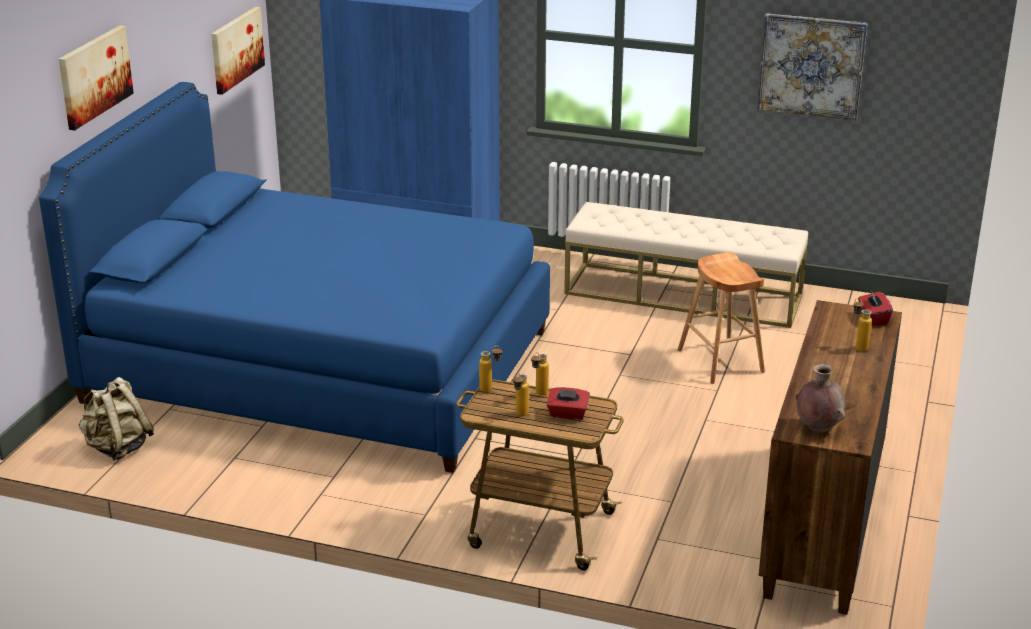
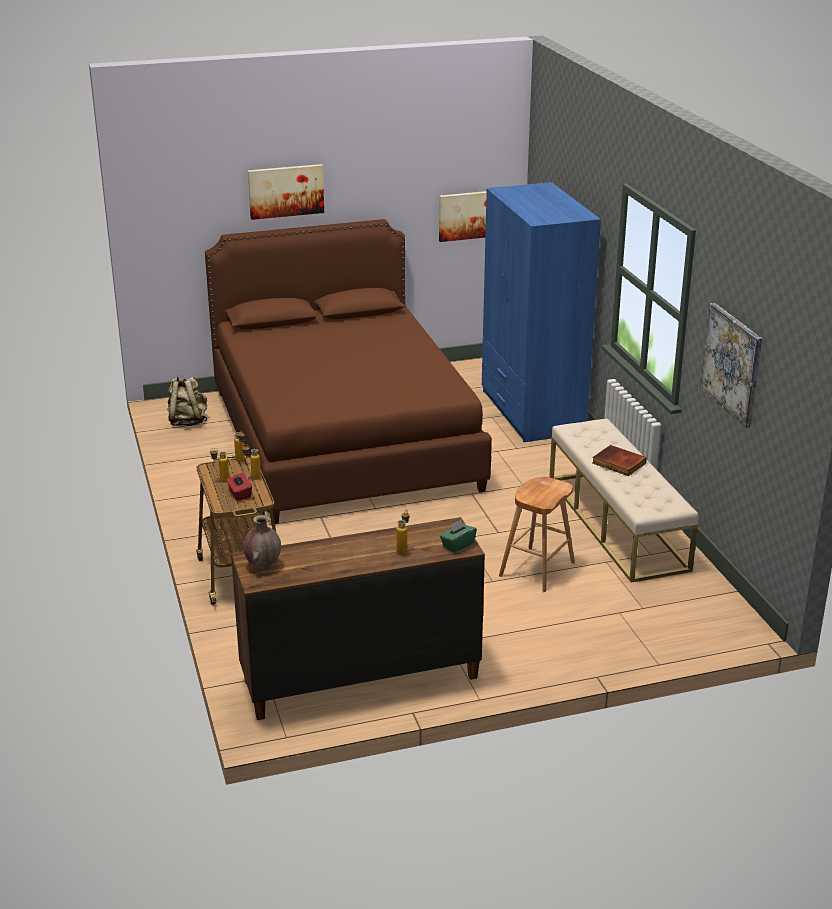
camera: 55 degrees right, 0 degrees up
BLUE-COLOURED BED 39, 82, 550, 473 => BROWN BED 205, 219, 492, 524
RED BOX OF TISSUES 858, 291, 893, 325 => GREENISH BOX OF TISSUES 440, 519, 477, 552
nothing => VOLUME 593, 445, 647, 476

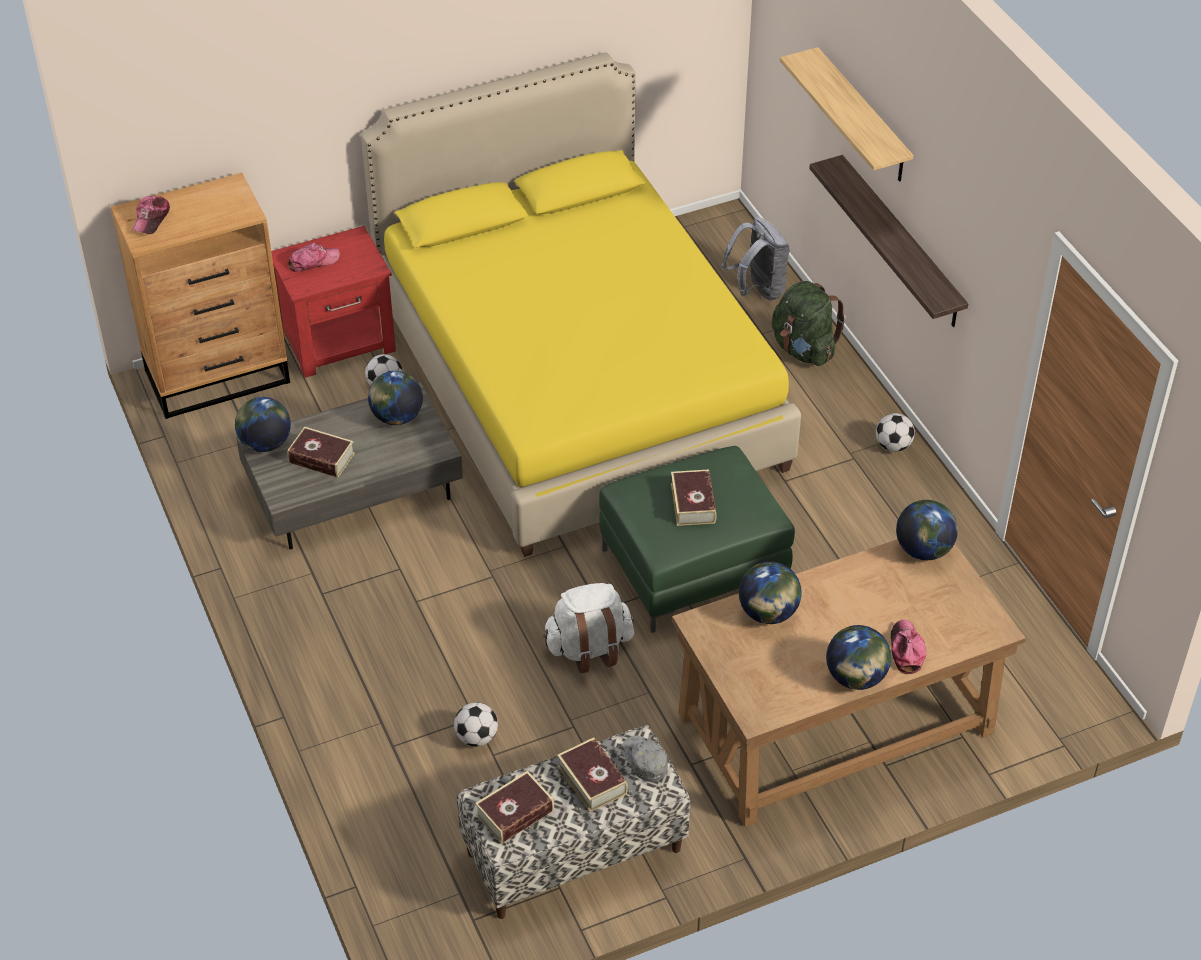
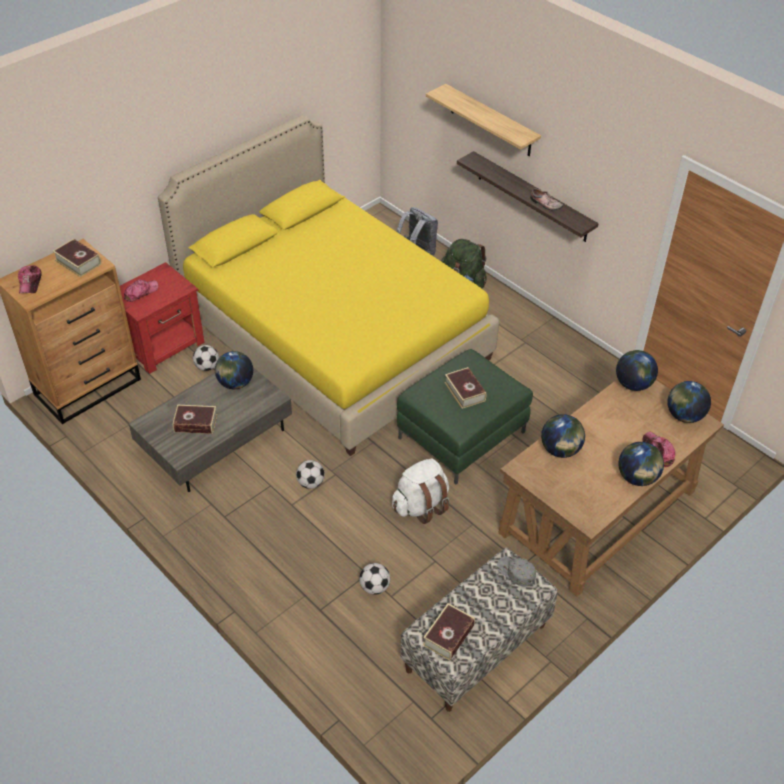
camera: 20 degrees left, 0 degrees up
GLOBE 235, 397, 291, 452 => GLOBE 667, 381, 711, 423, moved
VOLUME 557, 738, 628, 812 => VOLUME 53, 239, 101, 277, moved
BALL FOR FOOTBALL 876, 413, 915, 452 => BALL FOR FOOTBALL 296, 460, 325, 489, moved
nothing => ITEM OF FOOTWEAR 530, 188, 563, 211

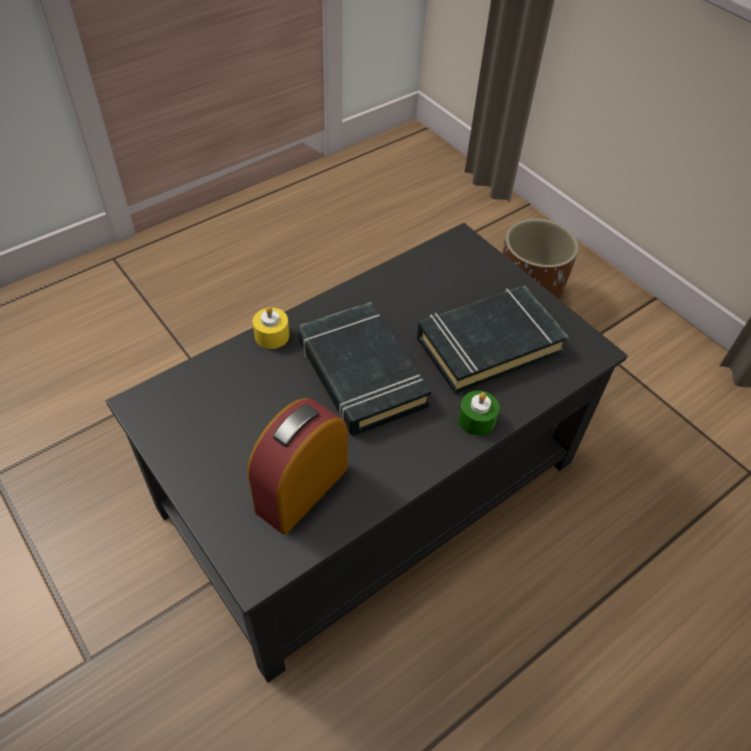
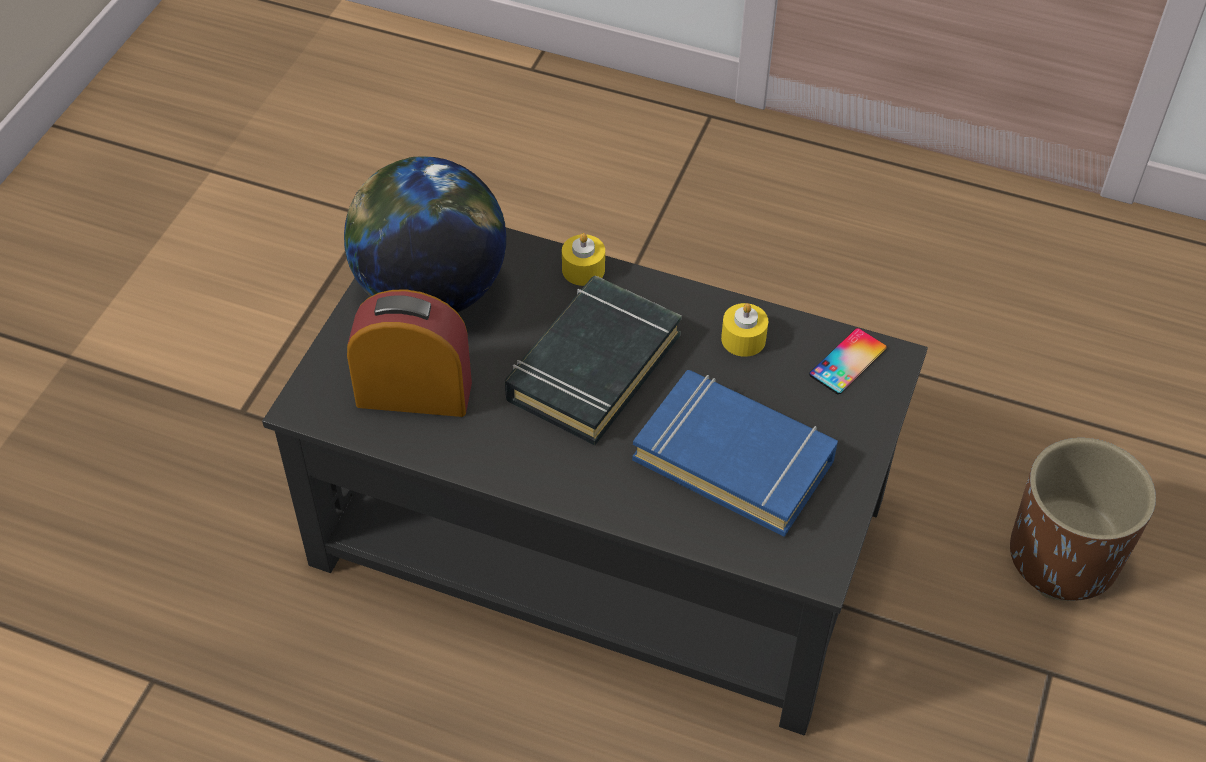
camera: 60 degrees right, 0 degrees up
BLACKISH VOLUME 417, 286, 568, 394 => BLUE-COLOURED VOLUME 632, 370, 838, 537
GREENISH WAX LIGHT 458, 391, 499, 436 => nothing
nothing => GLOBE 344, 157, 506, 312
nothing => YELLOW-COLOURED WAX LIGHT 721, 303, 768, 357
nothing => PHONE 809, 328, 887, 394

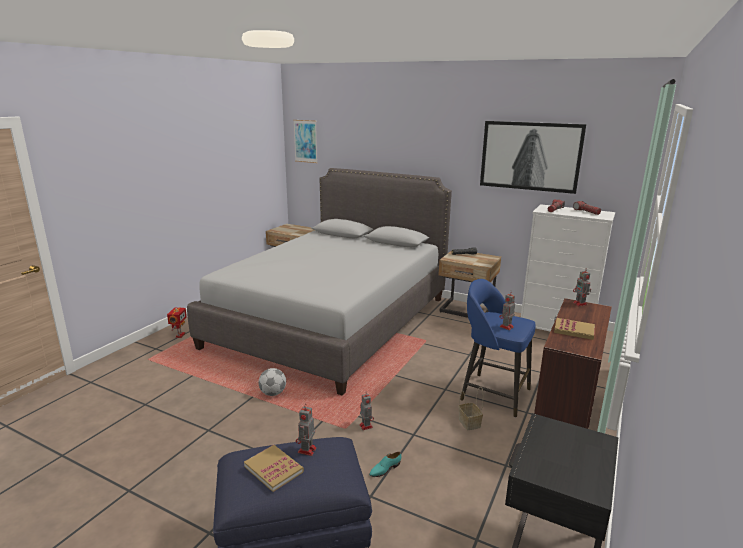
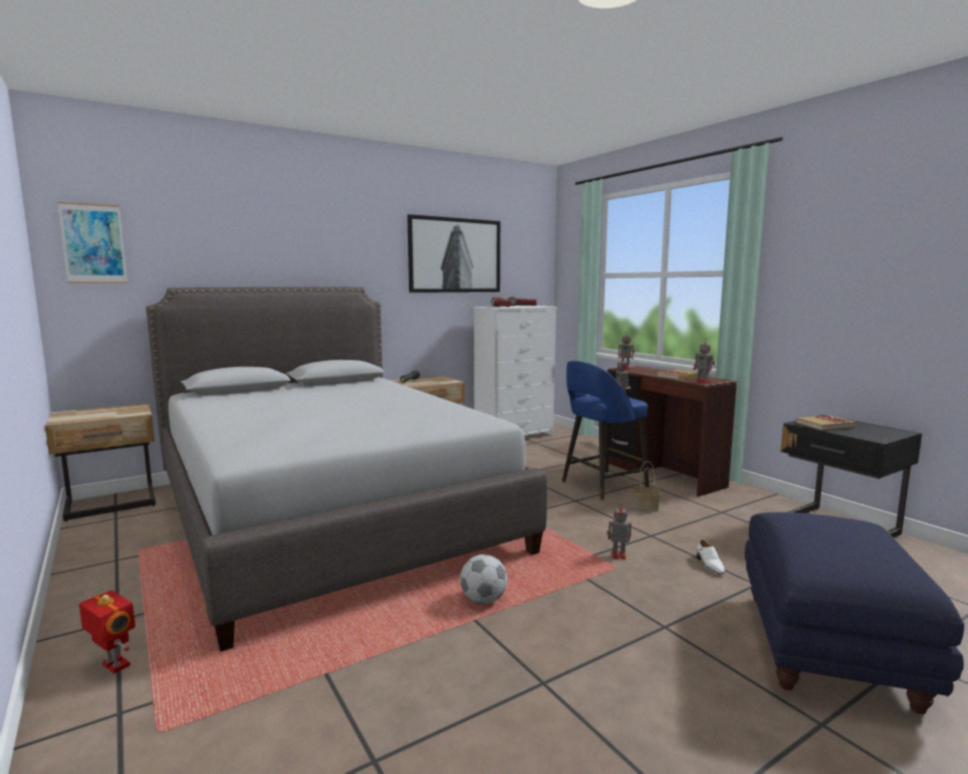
camera: 60 degrees left, 10 degrees down
VOLUME 244, 445, 304, 492 => VOLUME 796, 415, 856, 431, moved
ROBOT FIGURE 296, 407, 317, 456 => ROBOT FIGURE 693, 340, 715, 383, moved
TURQUOISE-COLOURED ITEM OF FOOTWEAR 369, 452, 401, 477 => WHITE ITEM OF FOOTWEAR 696, 540, 725, 575

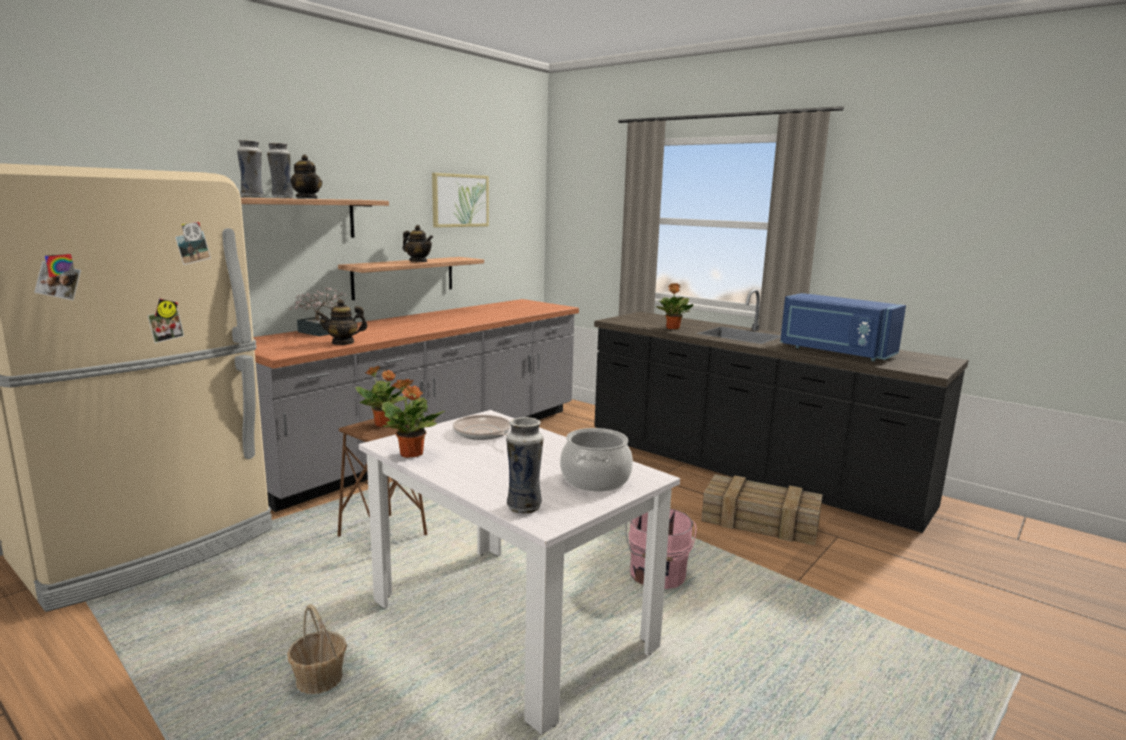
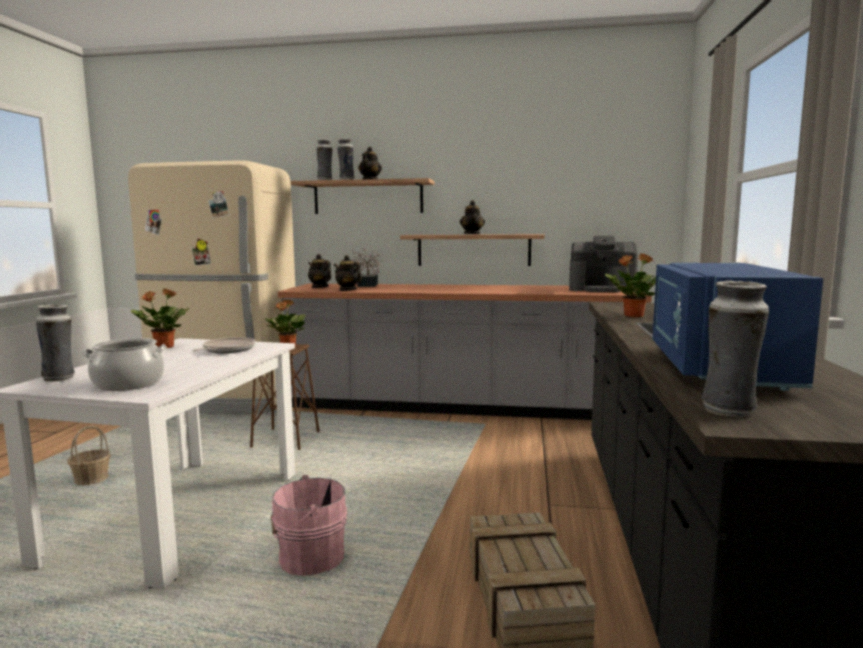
camera: 60 degrees right, 5 degrees down
WALL PICTURE 432, 173, 489, 227 => nothing
nothing => TEA POT 308, 254, 331, 288
nothing => COFFEE BREWER 569, 236, 638, 292
nothing => FLOWER VASE 702, 280, 769, 417

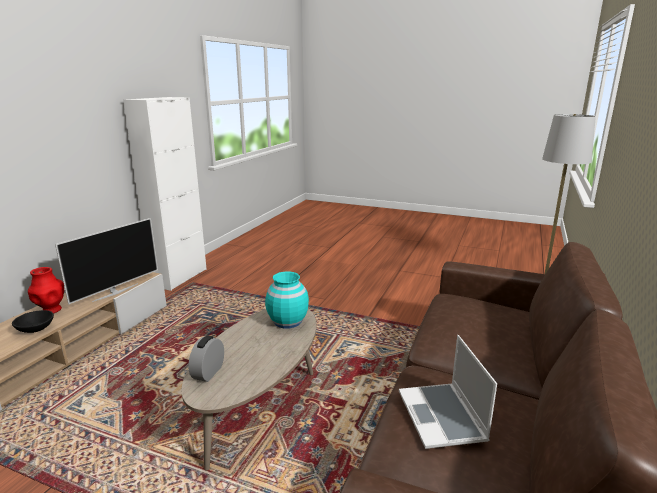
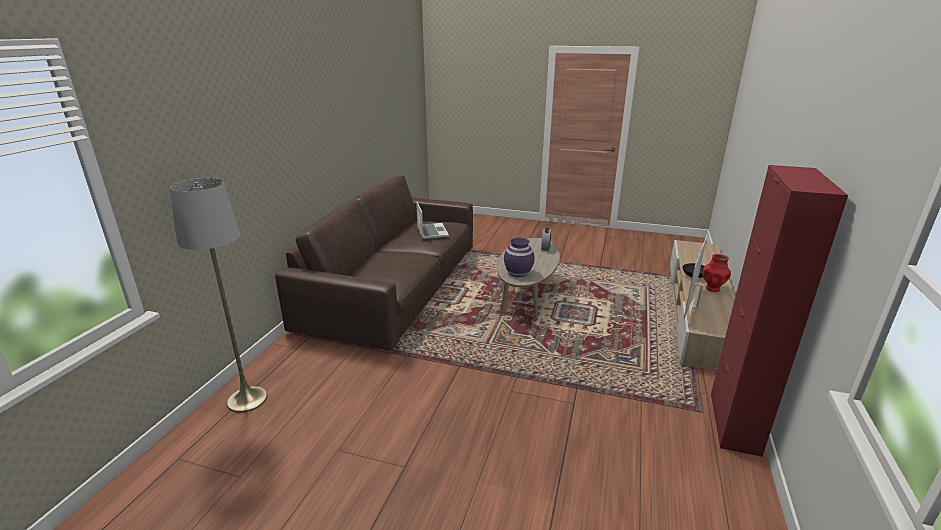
camera: 175 degrees right, 5 degrees up
WHITE CUPBOARD 123, 97, 207, 291 => RED CUPBOARD 711, 165, 848, 457
TURQUOISE-COLOURED FLOWER VASE 265, 272, 309, 328 => PURPLISH FLOWER VASE 504, 238, 534, 277

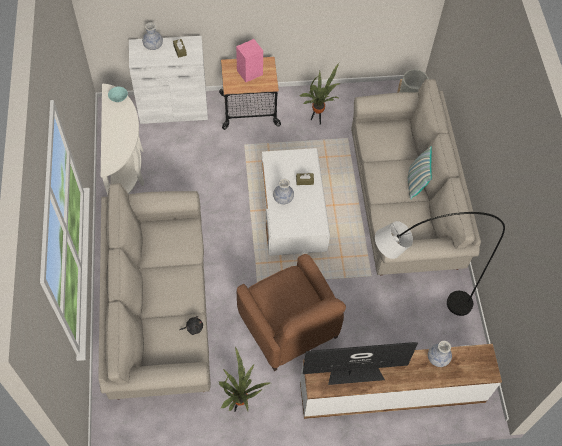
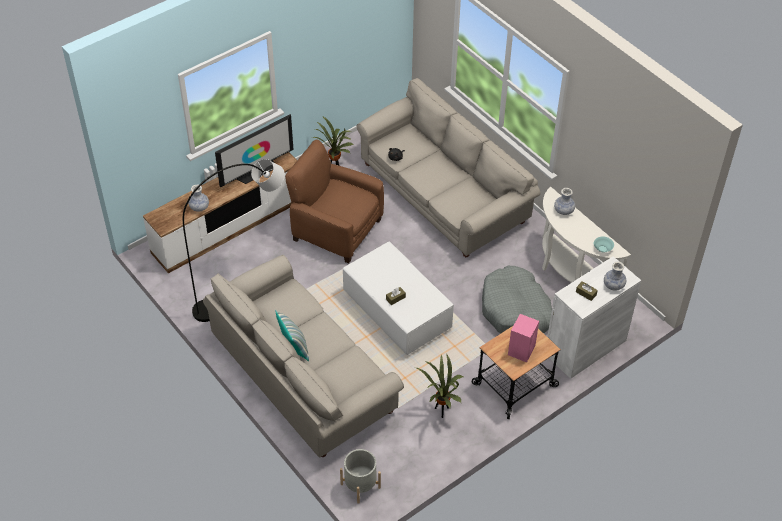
camera: 150 degrees right, 10 degrees down
FLOWER VASE 273, 179, 294, 204 => FLOWER VASE 554, 188, 575, 215, moved
nothing => GREYISH PET BED 482, 266, 552, 334

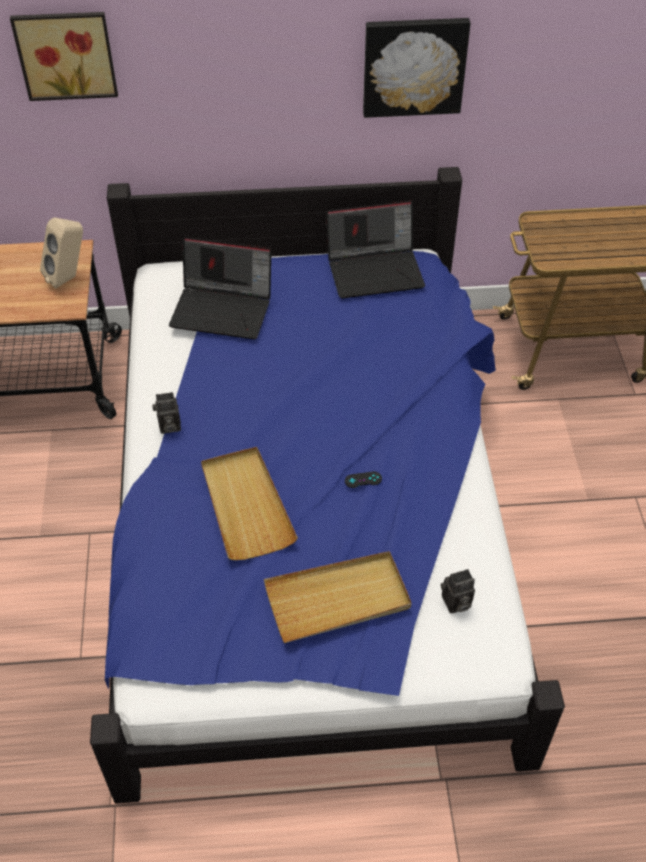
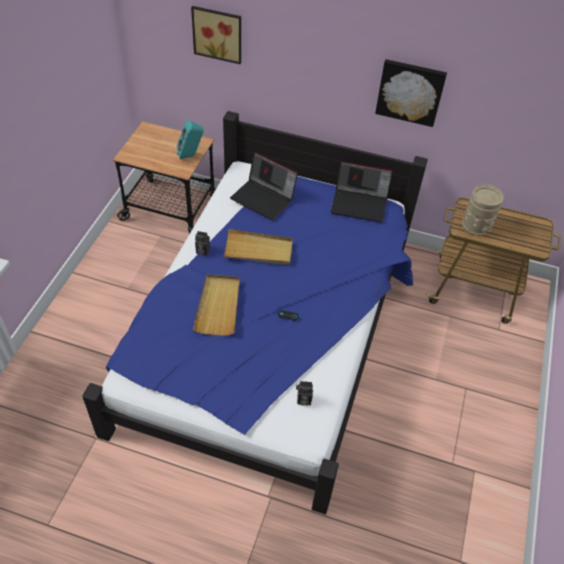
camera: 20 degrees right, 0 degrees up
BEIGE LOUDSPEAKER 40, 217, 83, 289 => TURQUOISE-COLOURED LOUDSPEAKER 177, 120, 204, 159
BEIGE TRAY 264, 551, 411, 643 => BEIGE TRAY 223, 229, 293, 265, moved
nothing => BEIGE FLOWER VASE 462, 184, 504, 236

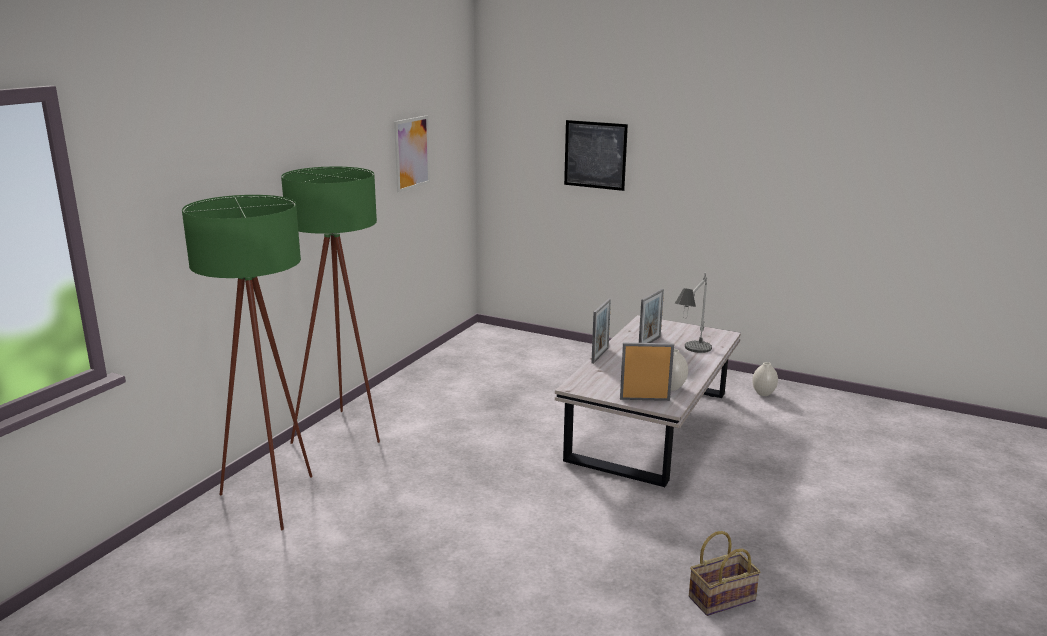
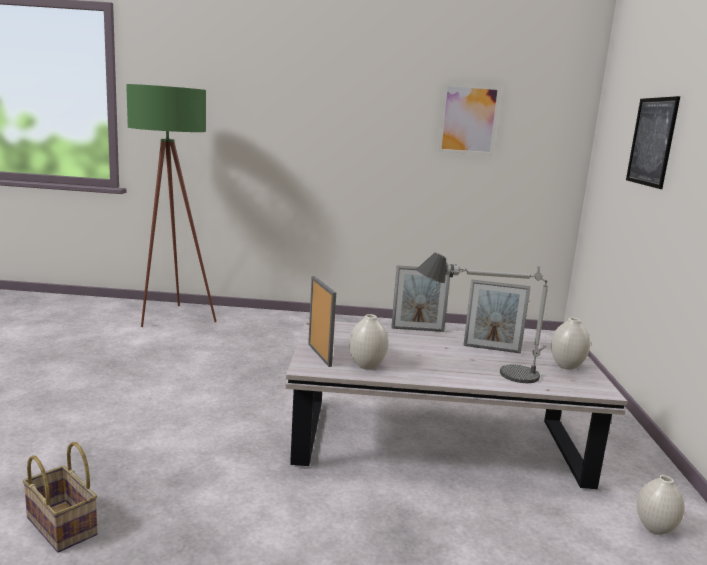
camera: 65 degrees right, 5 degrees down
GREENISH FLOOR LAMP 281, 167, 380, 444 => nothing
nothing => WHITE FLOWER VASE 551, 317, 590, 370

